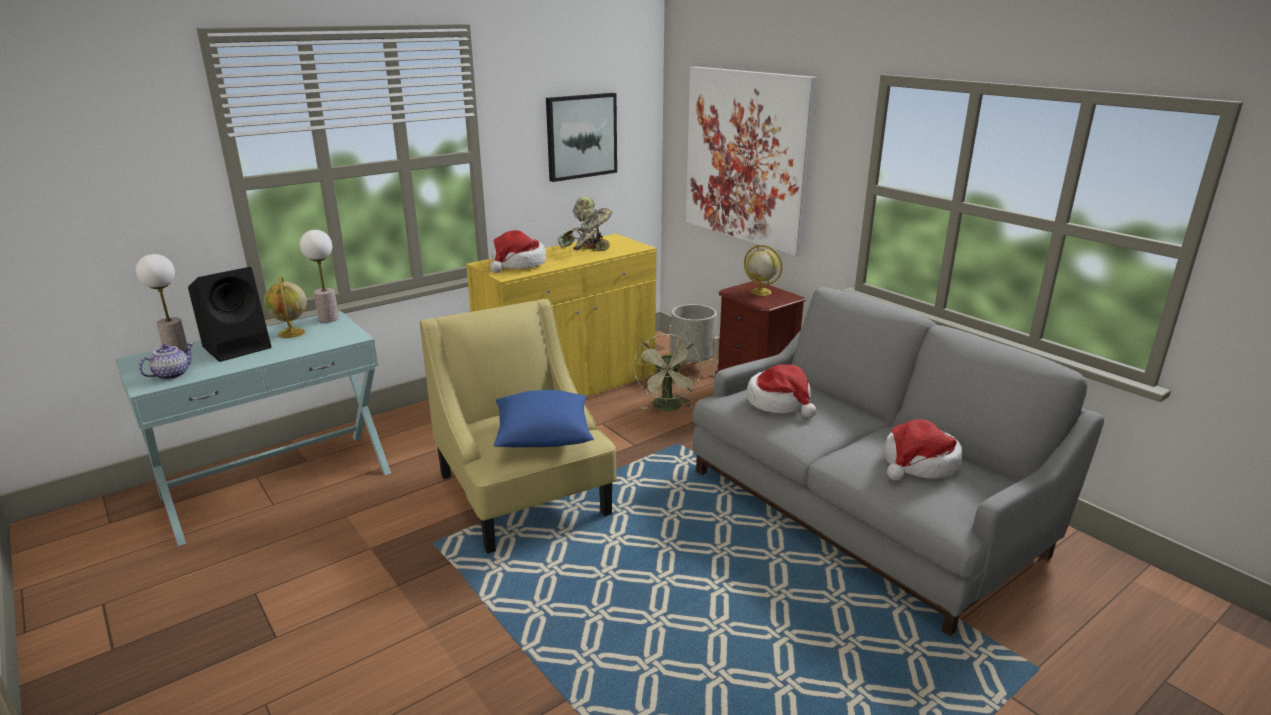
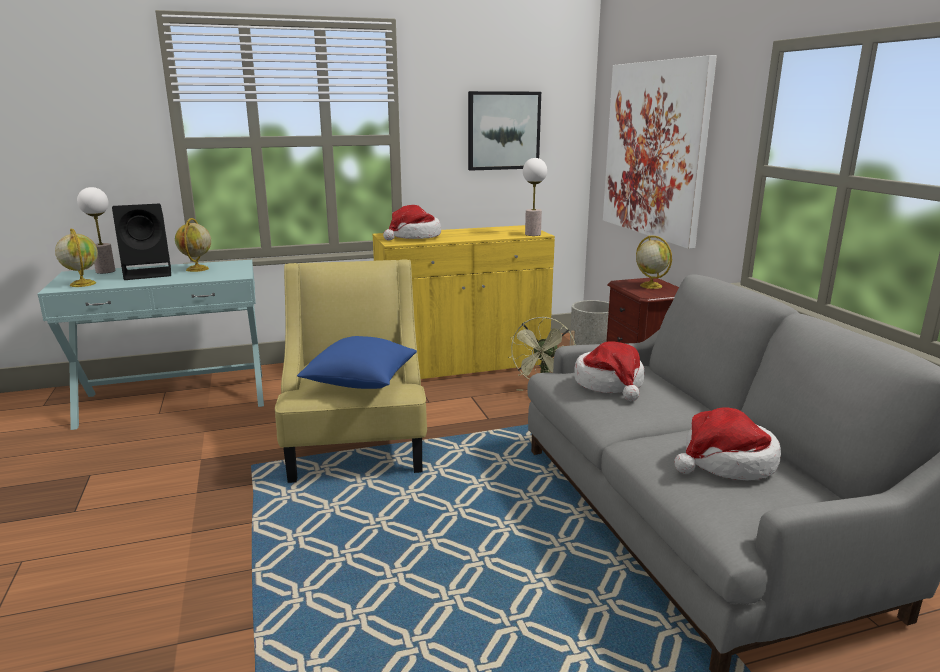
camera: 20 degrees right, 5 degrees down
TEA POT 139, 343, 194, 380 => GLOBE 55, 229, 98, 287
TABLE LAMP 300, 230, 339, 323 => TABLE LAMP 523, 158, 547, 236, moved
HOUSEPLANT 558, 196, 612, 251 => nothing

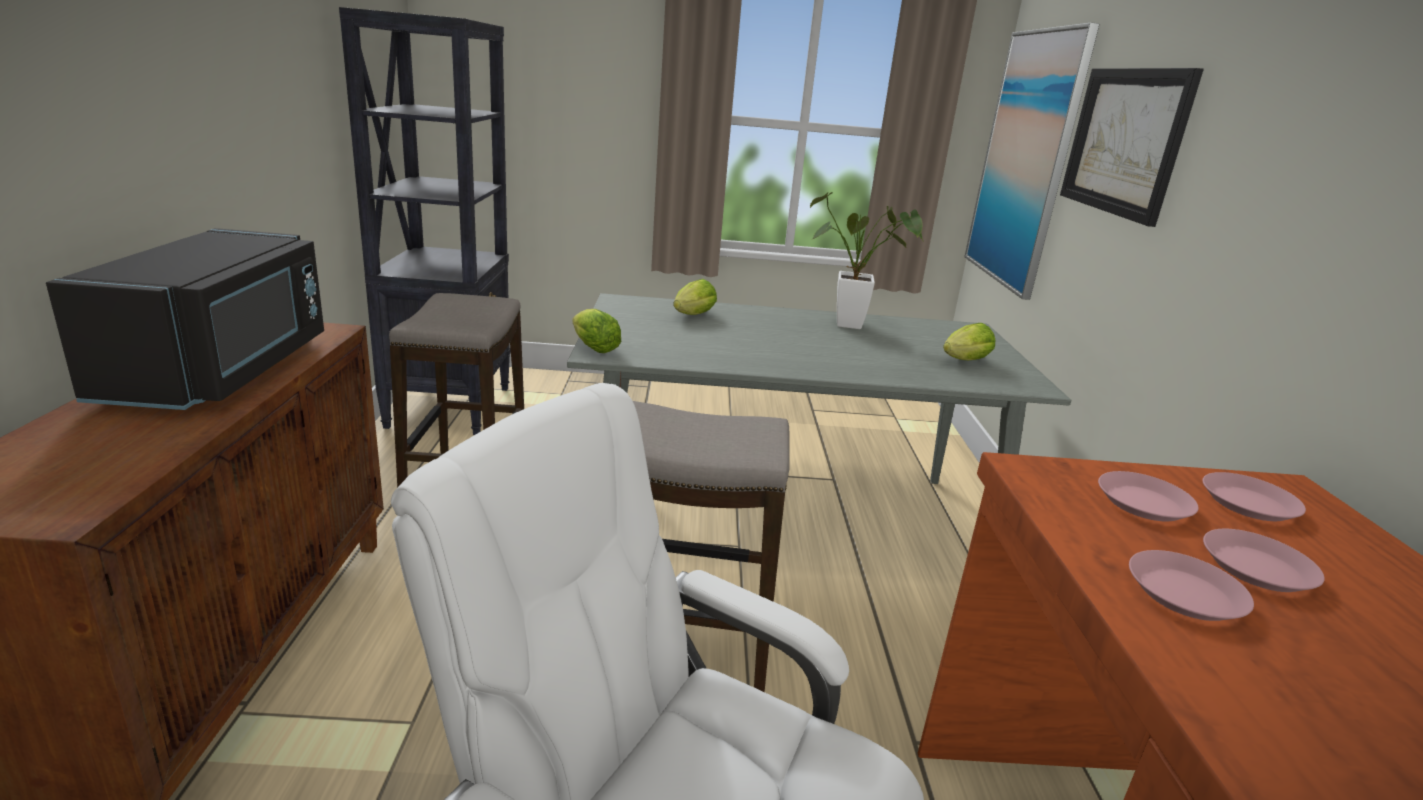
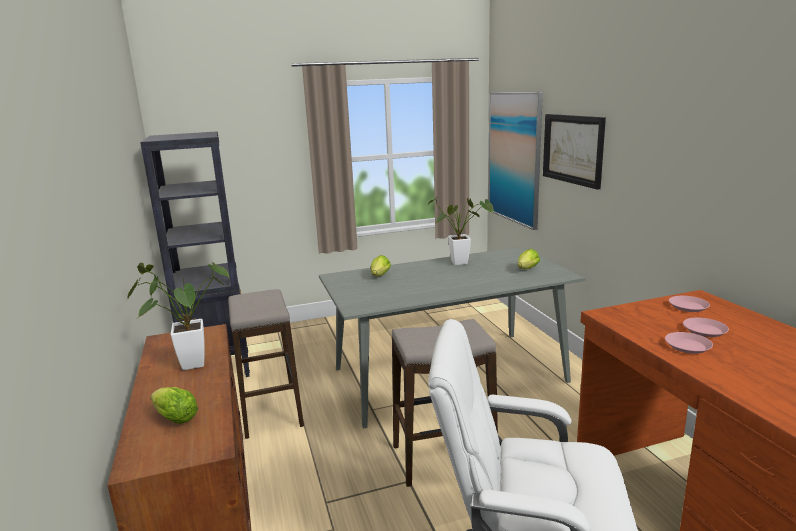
camera: 15 degrees left, 5 degrees down
BLACKISH MICROWAVE 46, 228, 324, 410 => HOUSEPLANT 127, 262, 229, 370
LETTUCE 572, 309, 621, 353 => LETTUCE 150, 387, 198, 424, moved
PINK-COLOURED DINNER PLATE 1098, 471, 1199, 521 => nothing

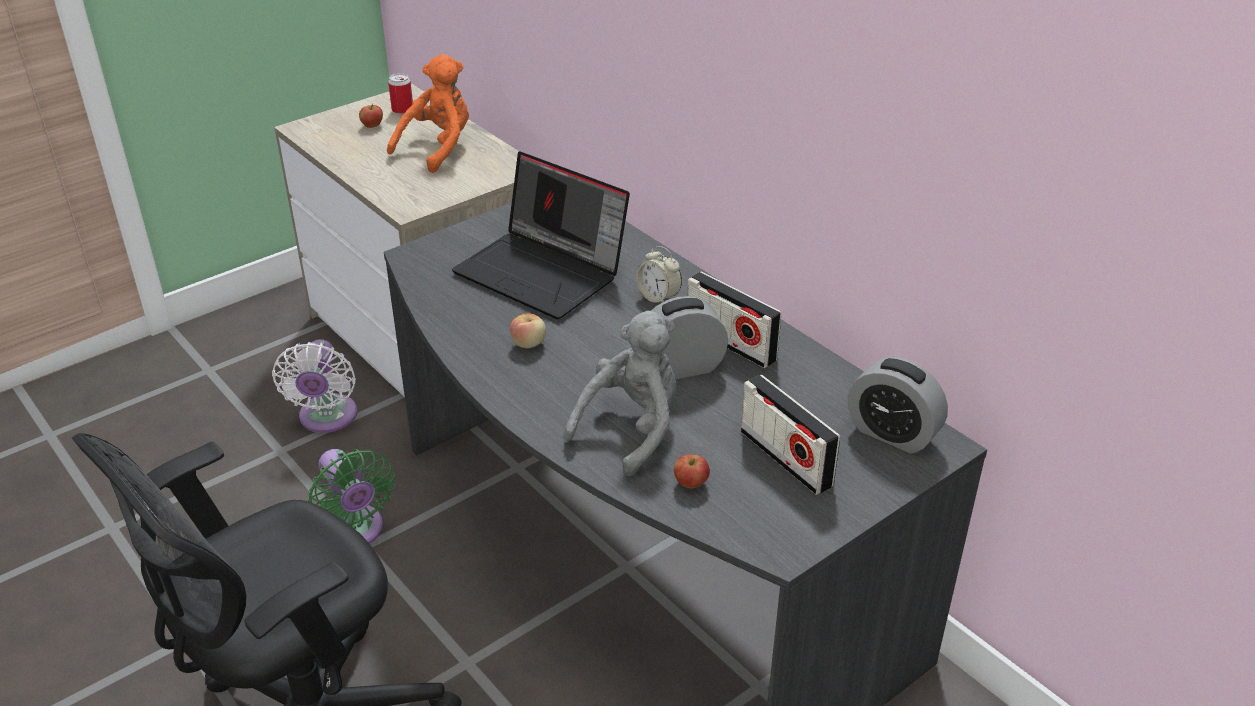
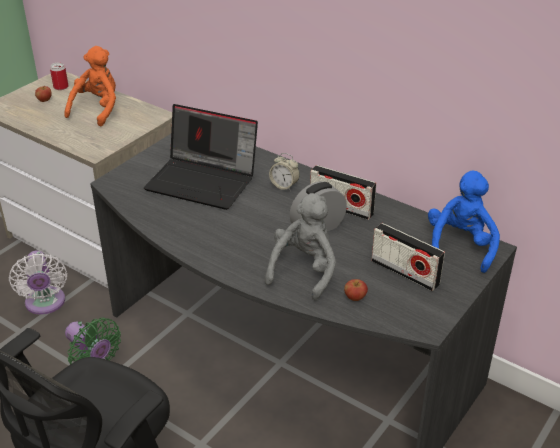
camera: 15 degrees left, 0 degrees up
APPLE 510, 313, 546, 348 => nothing
ALARM CLOCK 848, 357, 948, 453 => BLUE-COLOURED CUDDLY TOY 428, 171, 500, 273

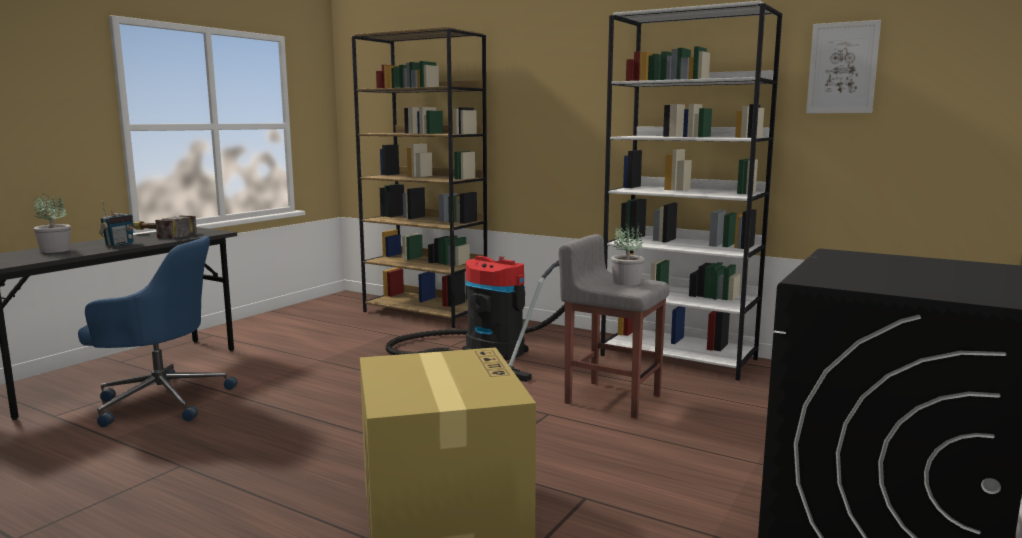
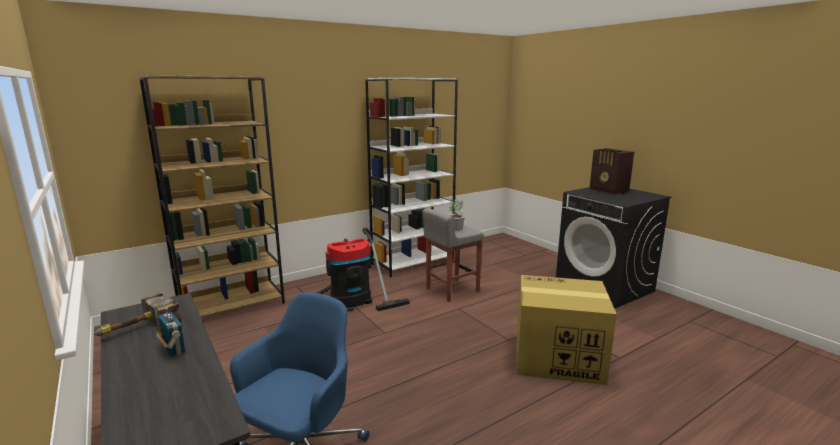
camera: 65 degrees left, 5 degrees up
HOUSEPLANT 34, 193, 71, 253 => nothing
WALL PICTURE 806, 20, 881, 113 => nothing
nothing => RADIO SET 590, 148, 634, 195

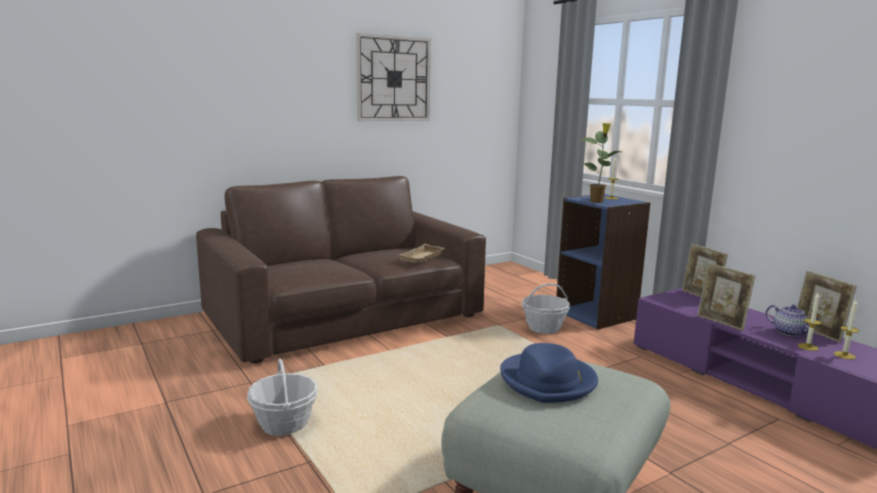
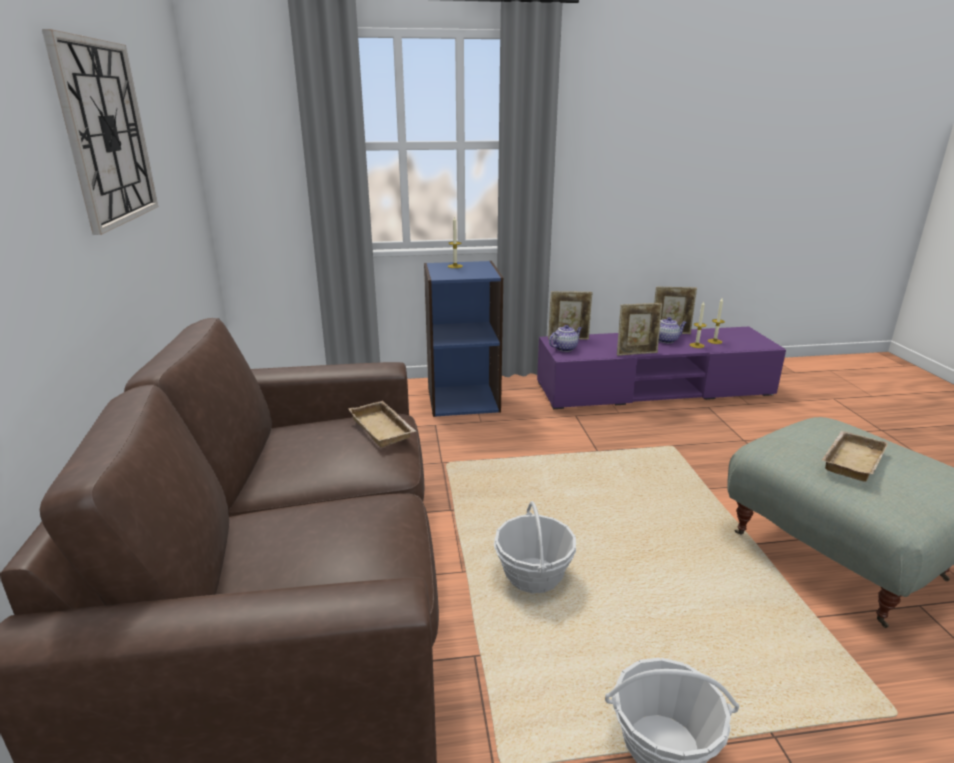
camera: 65 degrees left, 10 degrees up
BLUE-COLOURED WEARABLE HAT 500, 343, 598, 403 => BEIGE TRAY 822, 431, 888, 482
HOUSEHOLD BASKET 521, 283, 570, 334 => HOUSEHOLD BASKET 494, 501, 576, 593, moved
HOUSEPLANT 582, 123, 621, 203 => nothing
nothing => TEA POT 549, 325, 582, 352

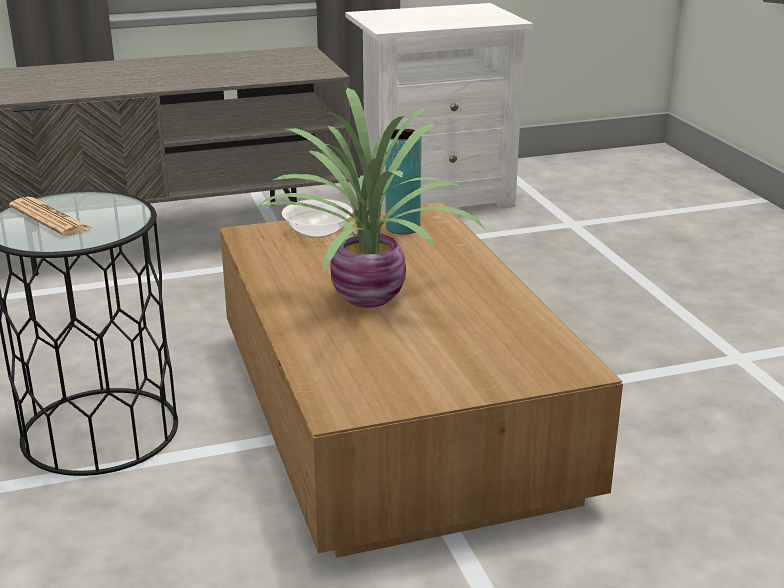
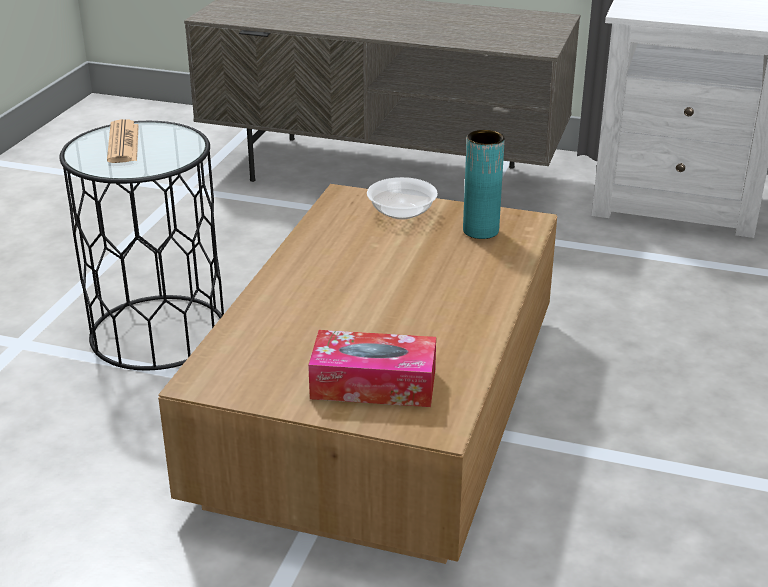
camera: 35 degrees right, 5 degrees up
HOUSEPLANT 253, 88, 486, 308 => nothing
nothing => BOX OF TISSUES 308, 330, 436, 407

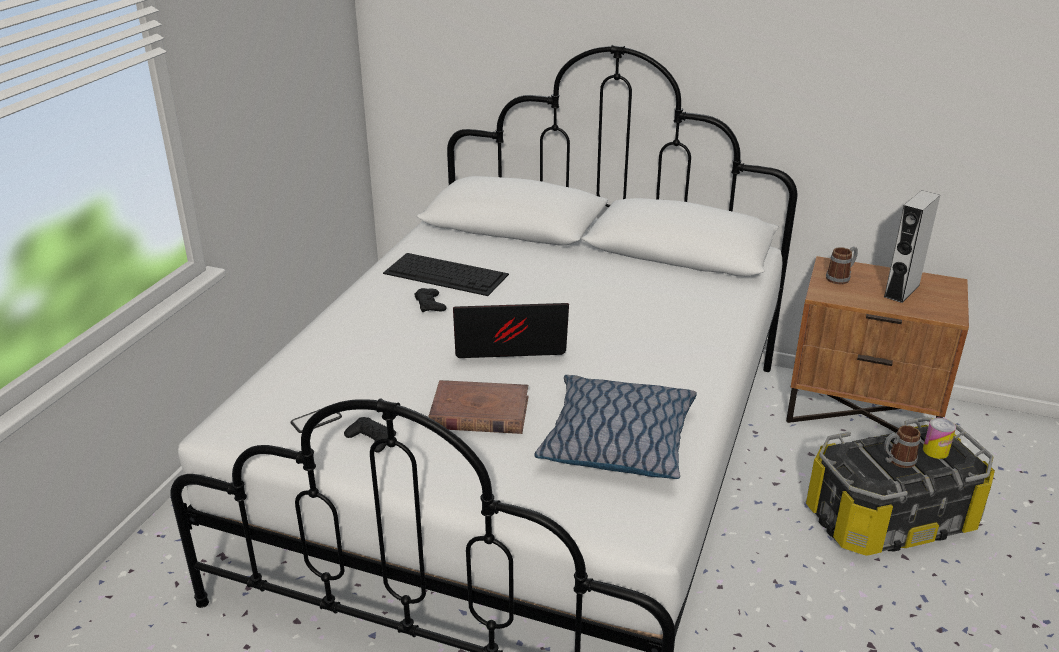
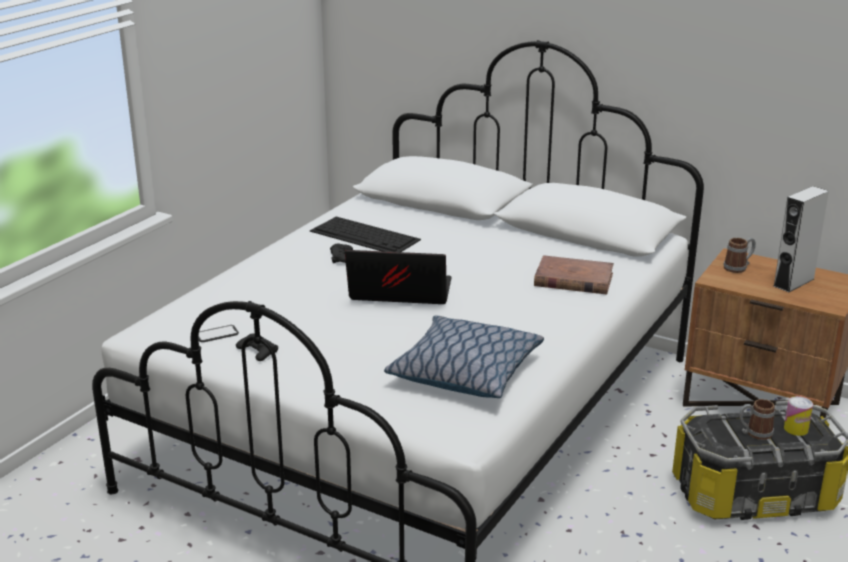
camera: 10 degrees right, 5 degrees down
BROWN VOLUME 428, 380, 528, 434 => BROWN VOLUME 534, 255, 614, 295, moved

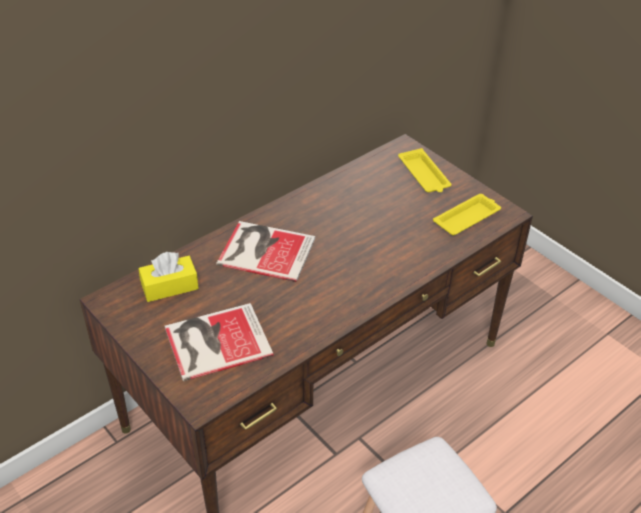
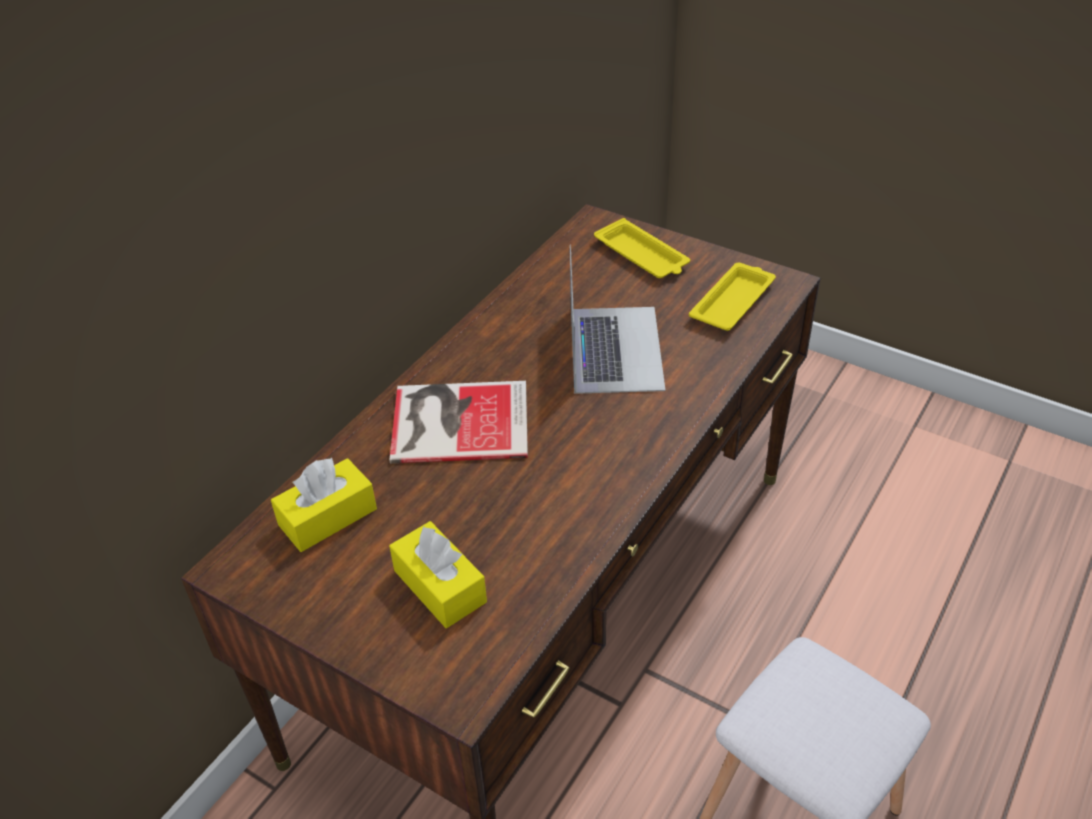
camera: 15 degrees left, 0 degrees up
VOLUME 165, 303, 274, 381 => YELLOW-COLOURED BOX OF TISSUES 389, 521, 487, 628
nothing => NOTEBOOK COMPUTER 570, 245, 665, 394

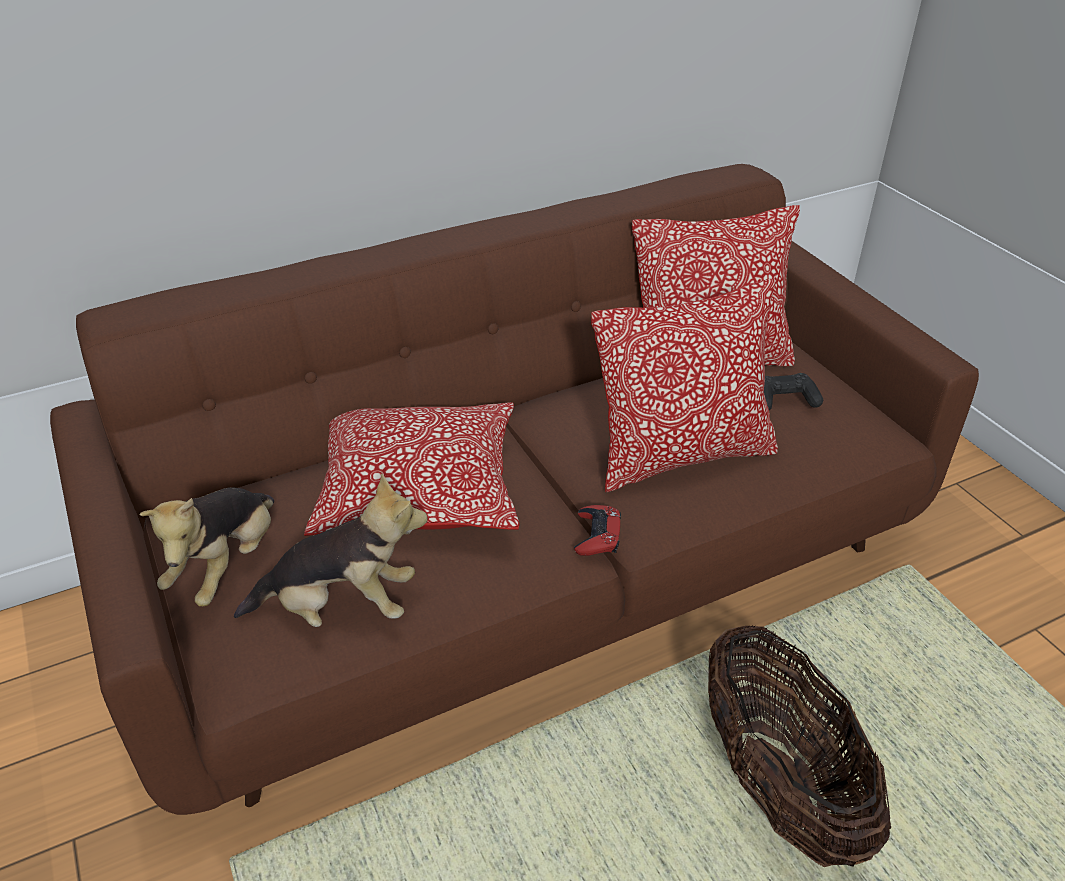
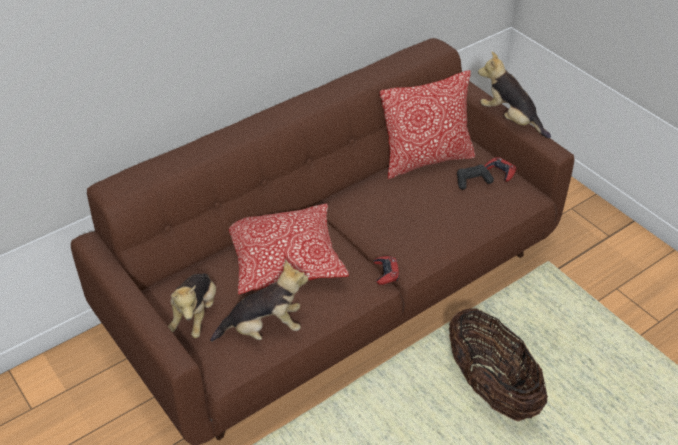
camera: 10 degrees left, 5 degrees up
THROW PILLOW 591, 279, 778, 492 => nothing
nothing => CUDDLY TOY 478, 52, 551, 139
nothing => RED JOYPAD 485, 157, 517, 182

